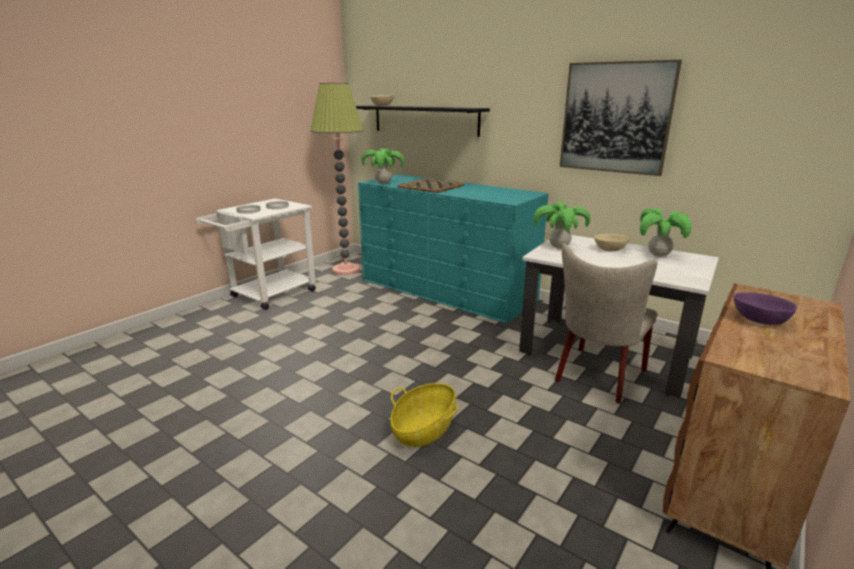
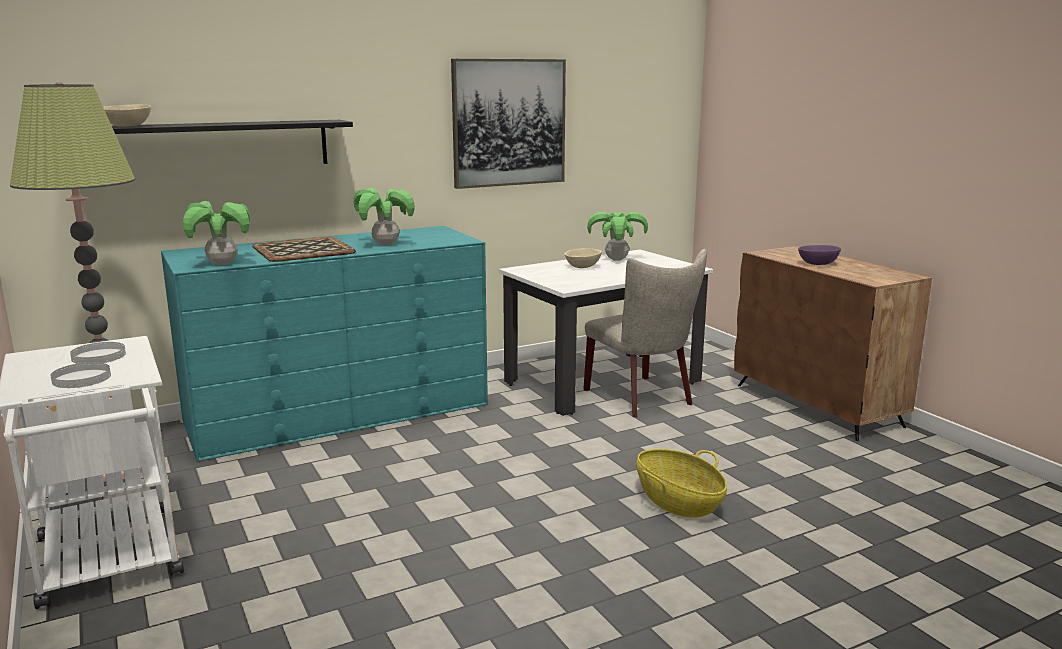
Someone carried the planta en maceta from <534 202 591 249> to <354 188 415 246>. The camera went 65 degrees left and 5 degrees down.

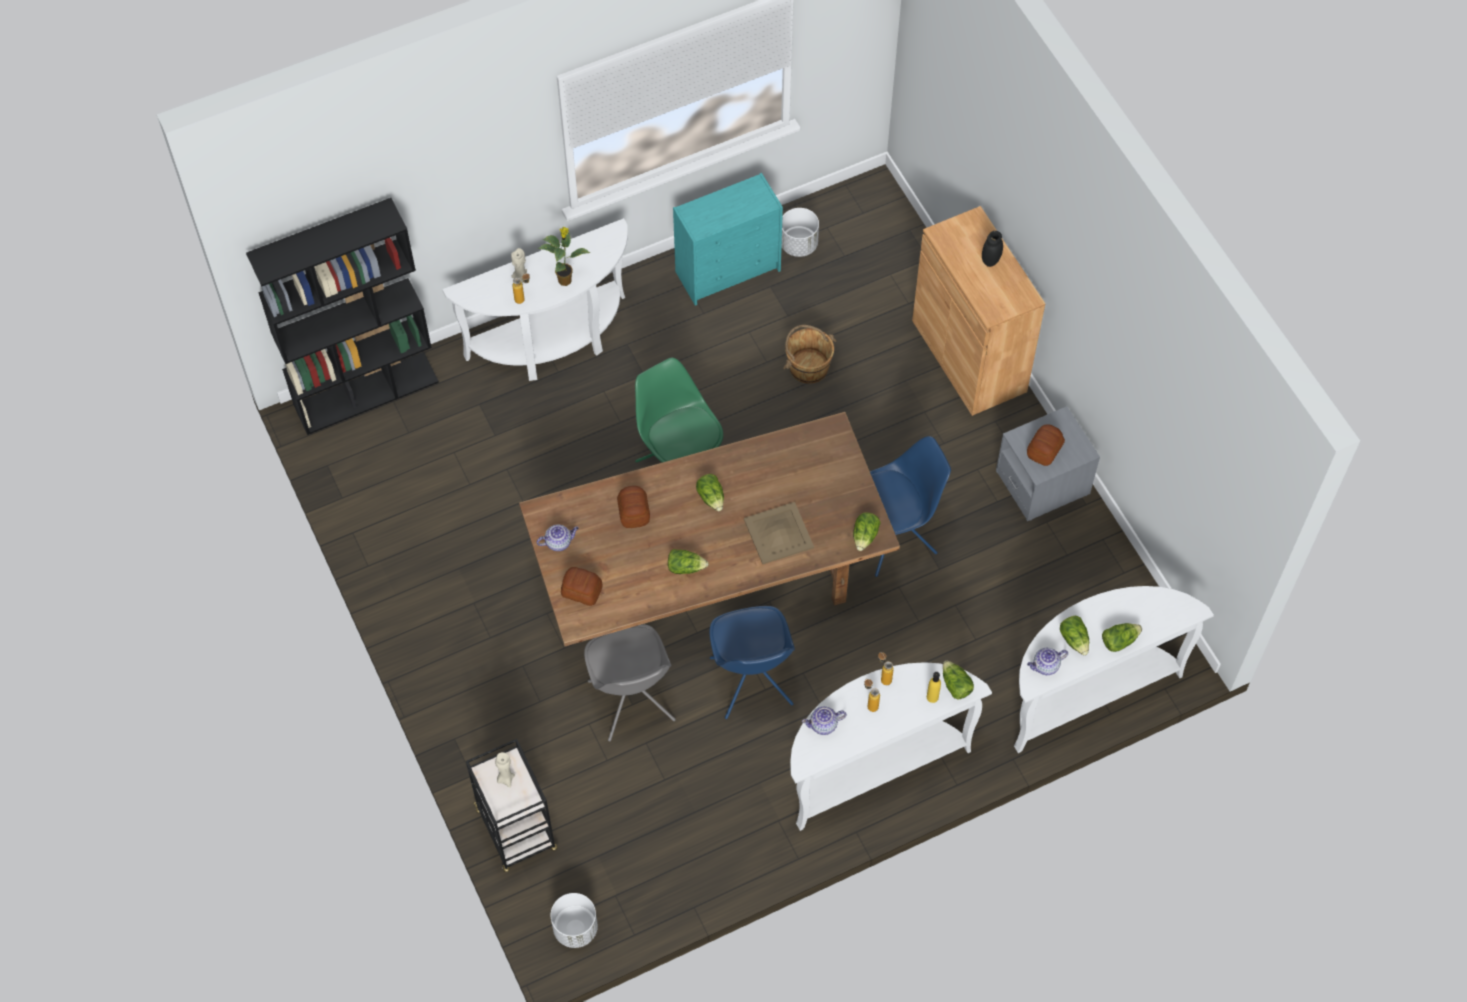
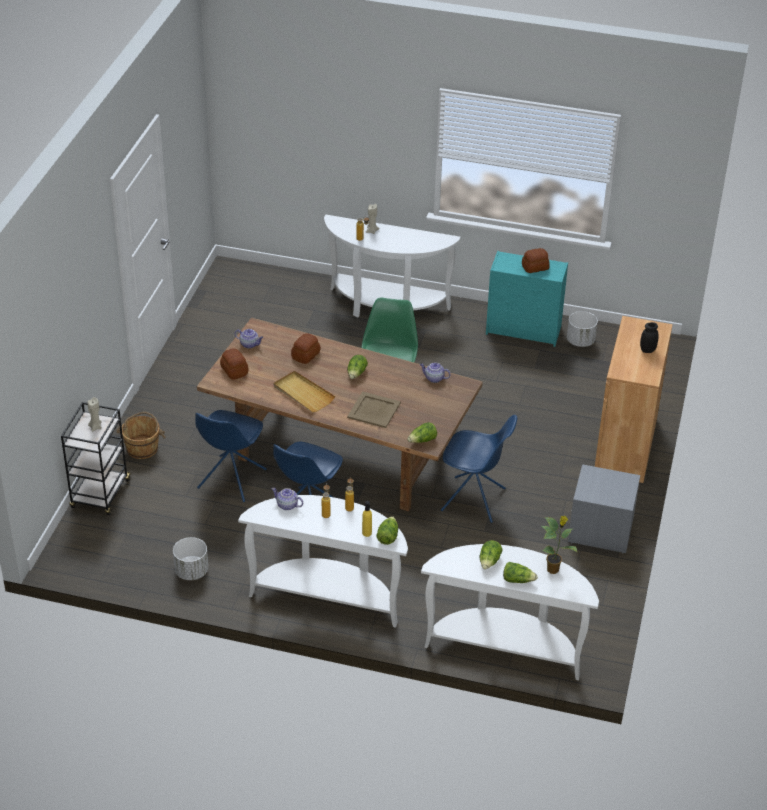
Someone took away the estantería (negro) at <246 198 439 435>. Someone carried the planta en maceta from <538 227 590 286> to <541 516 577 574>. Someone carried the maceta (blanco) from <550 893 598 948> to <173 537 208 580>. Someone repainted the silla (gris) at <584 624 676 741>, which became the silla (azul) at <195 410 267 502>. Someone swapped the lechuga at <668 549 709 574> for the bandeja (beis) at <273 371 335 412>. Someone carried the cubo (marrón) from <783 325 837 384> to <116 412 166 459>. Someone carried the pan from <1027 424 1065 466> to <522 248 550 273>. Someone carried the tetera from <1027 648 1068 675> to <420 363 451 383>. The camera went 40 degrees right and 20 degrees down.

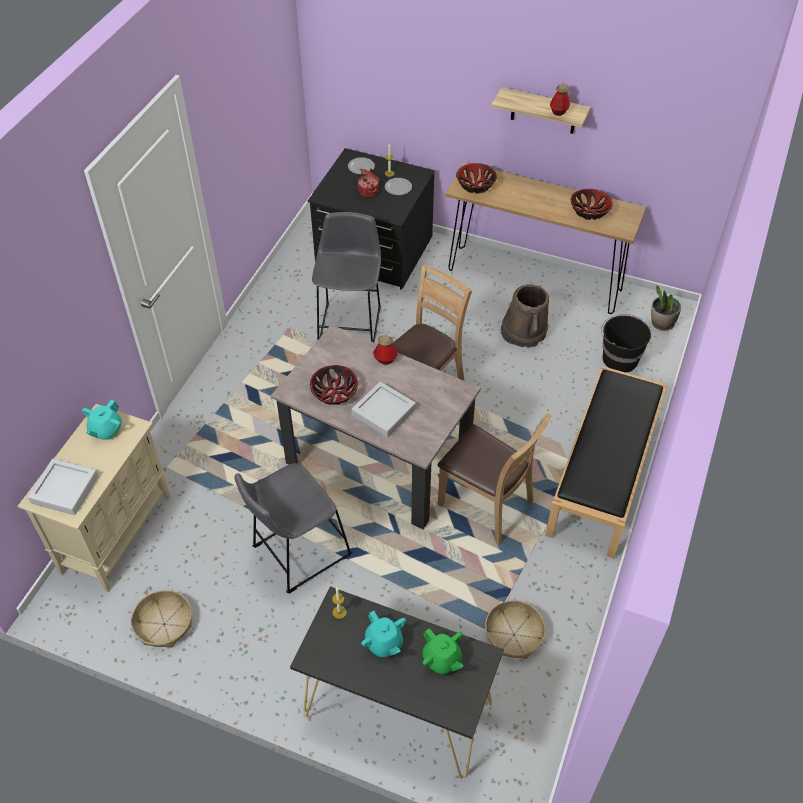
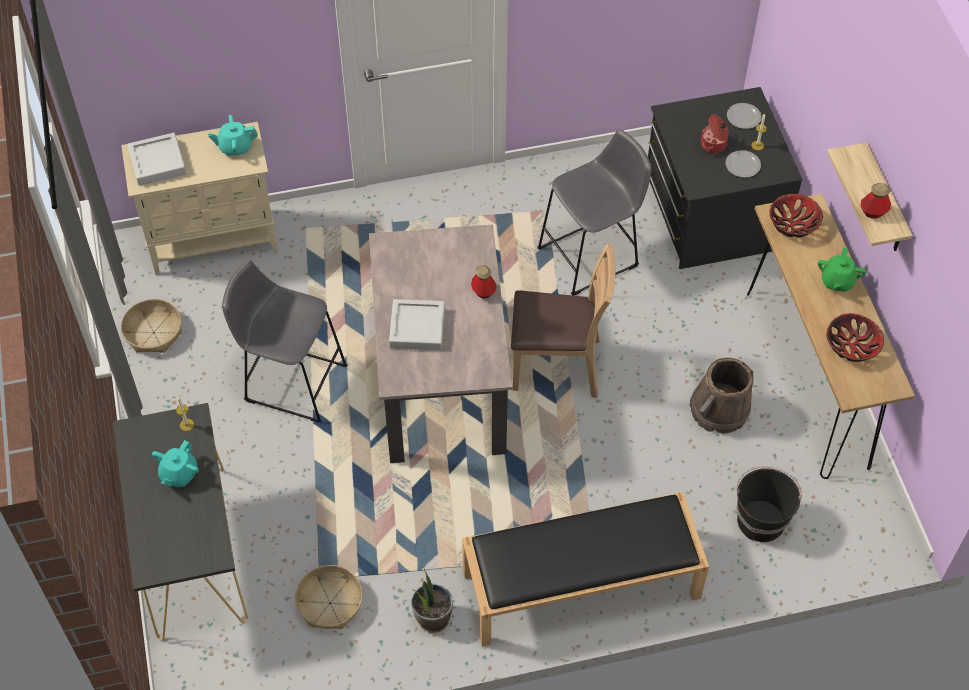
Someone took away the cuenco at <310 365 358 405>. Someone carried the tetera (verde) from <422 628 464 674> to <818 247 867 292>. Someone took away the silla (marrón) at <438 413 552 545>. Someone carried the planta en maceta from <651 285 681 331> to <411 568 453 633>. The camera went 55 degrees right and 5 degrees up.

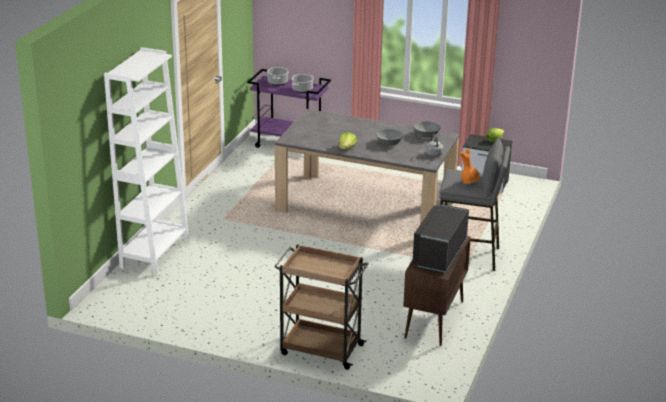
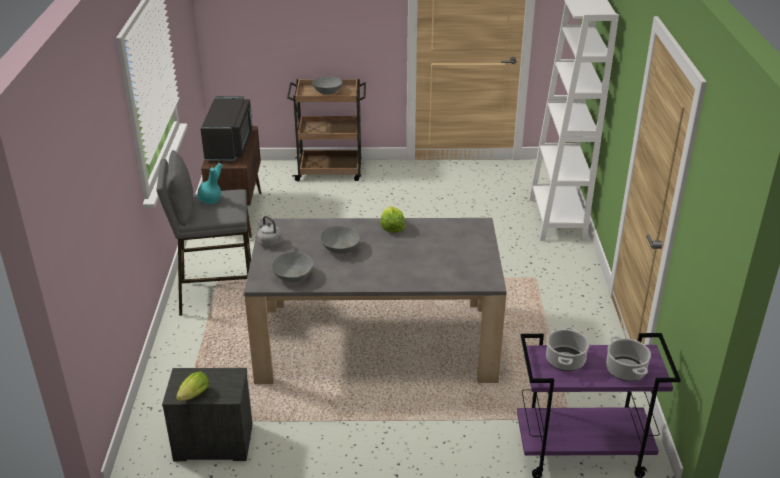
Someone repainted the florero (naranja) at <459 149 480 184>, which became the florero (turquesa) at <197 163 223 204>. Someone put down the cuenco (gris) at <312 77 343 94>. The camera went 160 degrees right and 5 degrees up.

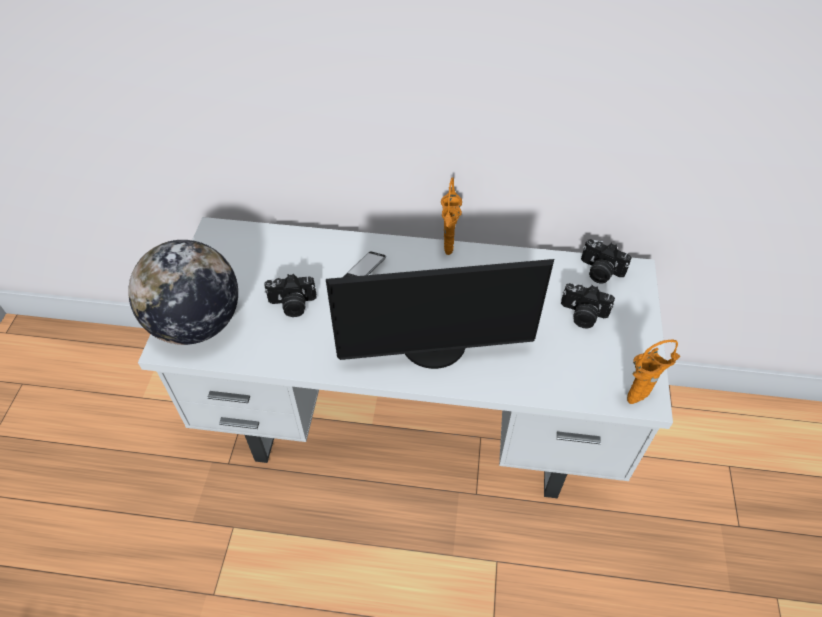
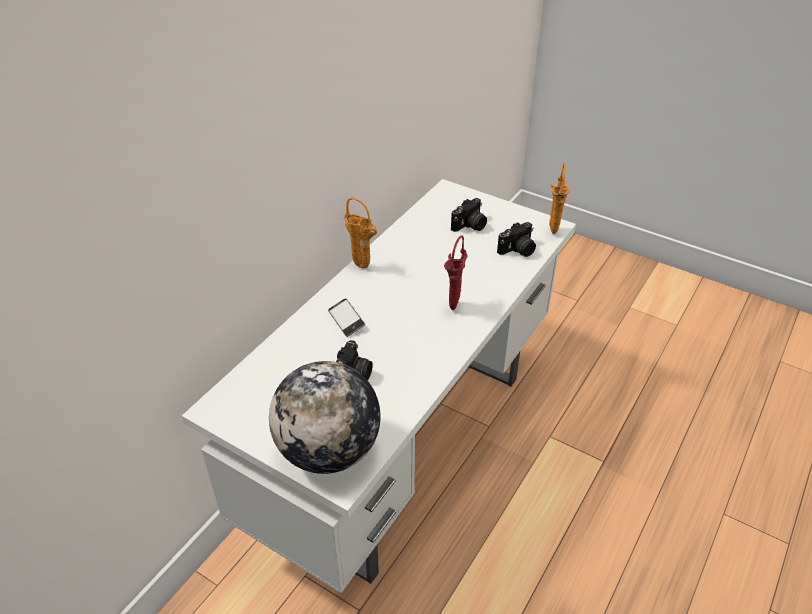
Someone swapped the monitor at <326 259 554 369> for the florero (rojo) at <444 236 468 310>. Someone carried the cámara from <581 239 632 284> to <497 222 536 257>. The camera went 65 degrees left and 10 degrees down.

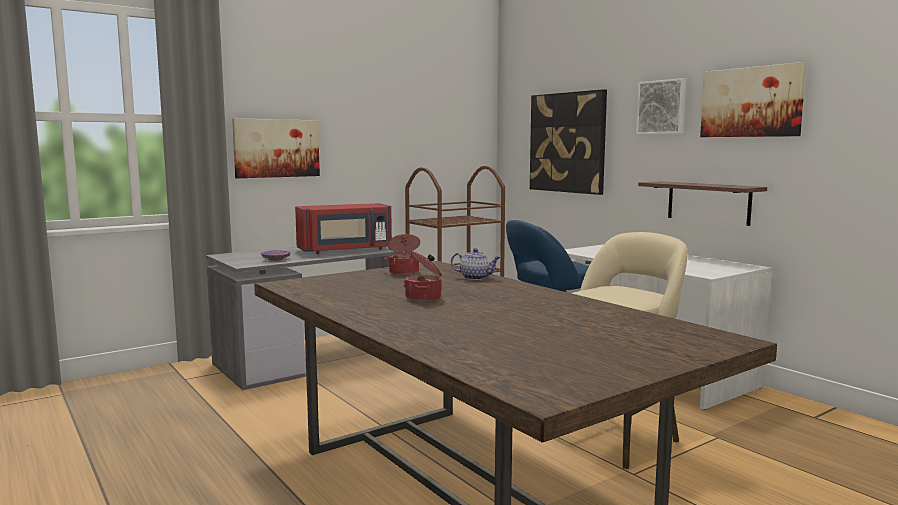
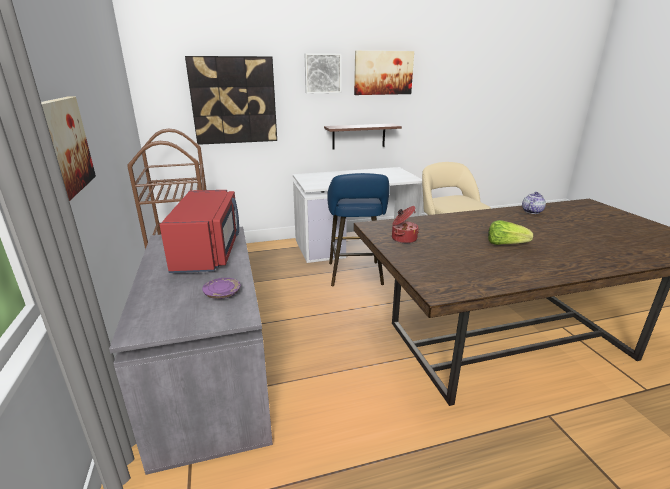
Someone swapped the olla at <404 251 442 302> for the lechuga at <488 220 533 245>. Someone carried the tetera from <451 248 500 280> to <522 192 546 214>. The camera went 70 degrees left and 15 degrees up.

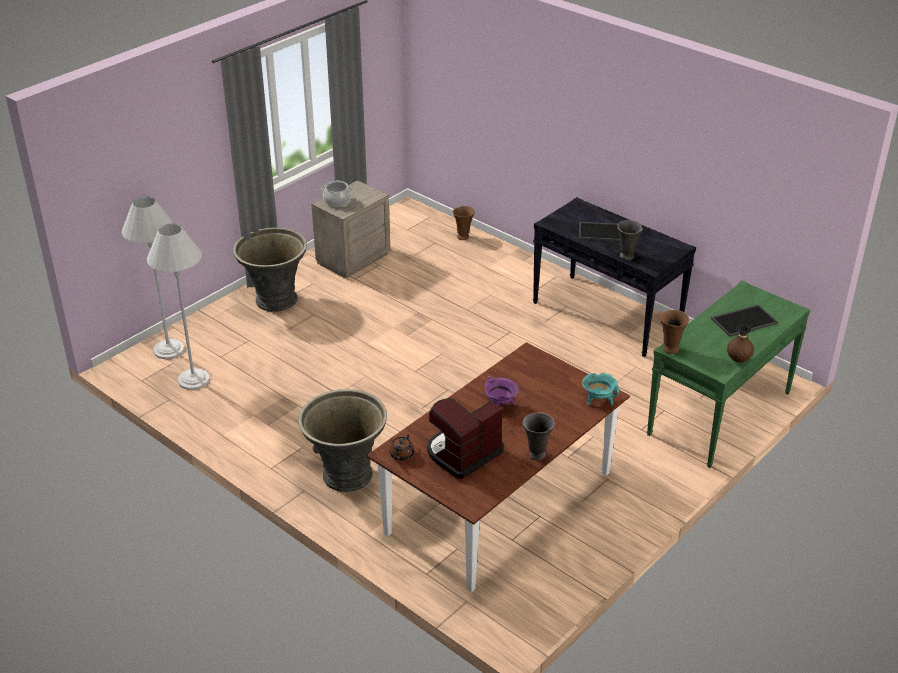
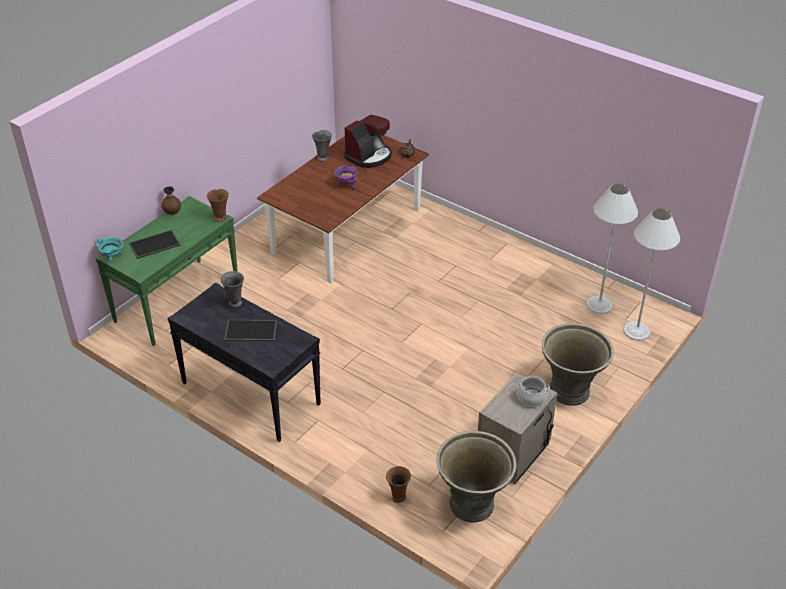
Someone carried the maceta (gris) from <298 389 387 492> to <437 431 517 522>. Someone carried the olla (turquesa) from <582 373 620 406> to <96 237 123 261>. The camera went 175 degrees right and 5 degrees up.

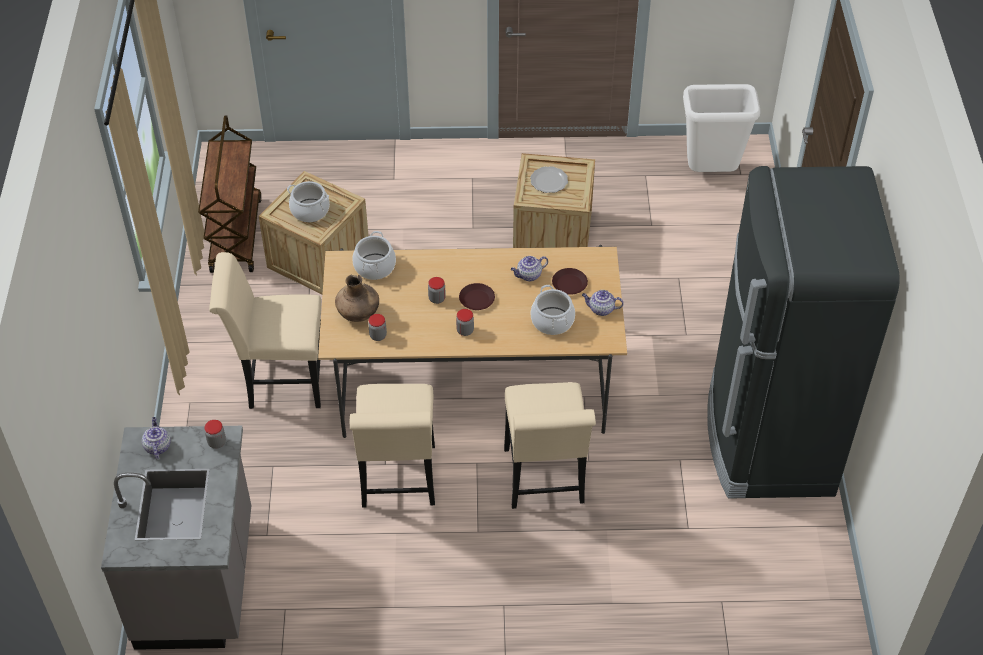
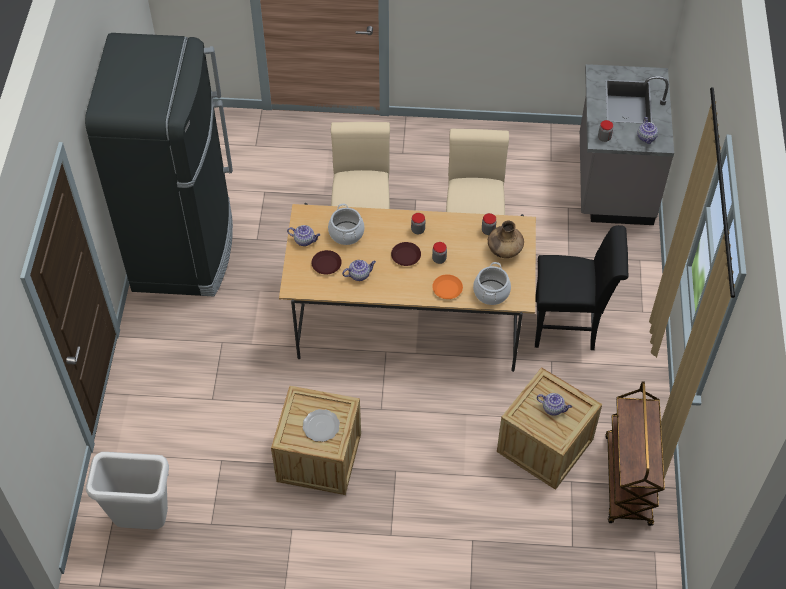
Someone repainted the silla (beis) at <209 252 321 409>, which became the silla (negro) at <535 225 628 350>. Someone swapped the olla at <287 181 330 222> for the tetera at <537 393 572 416>. Someone put down the plato (naranja) at <432 274 463 299>. The camera went 175 degrees left and 5 degrees up.

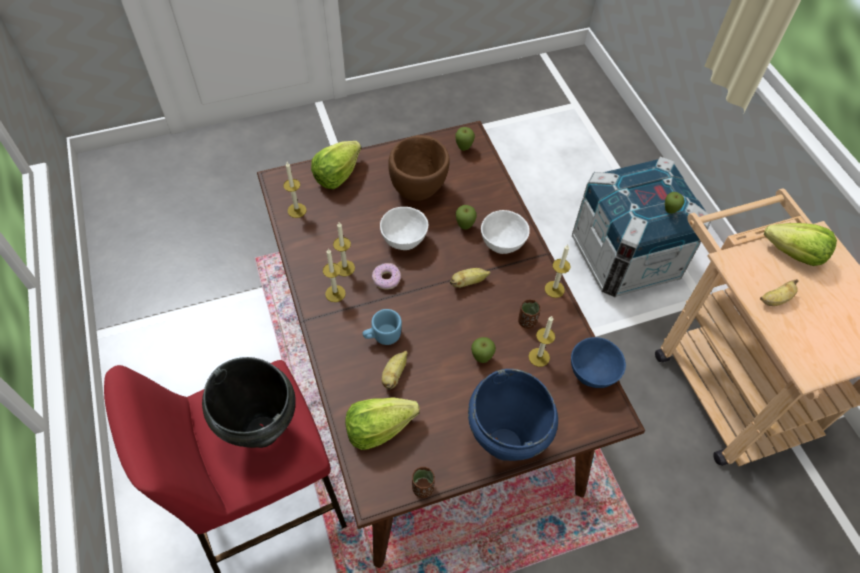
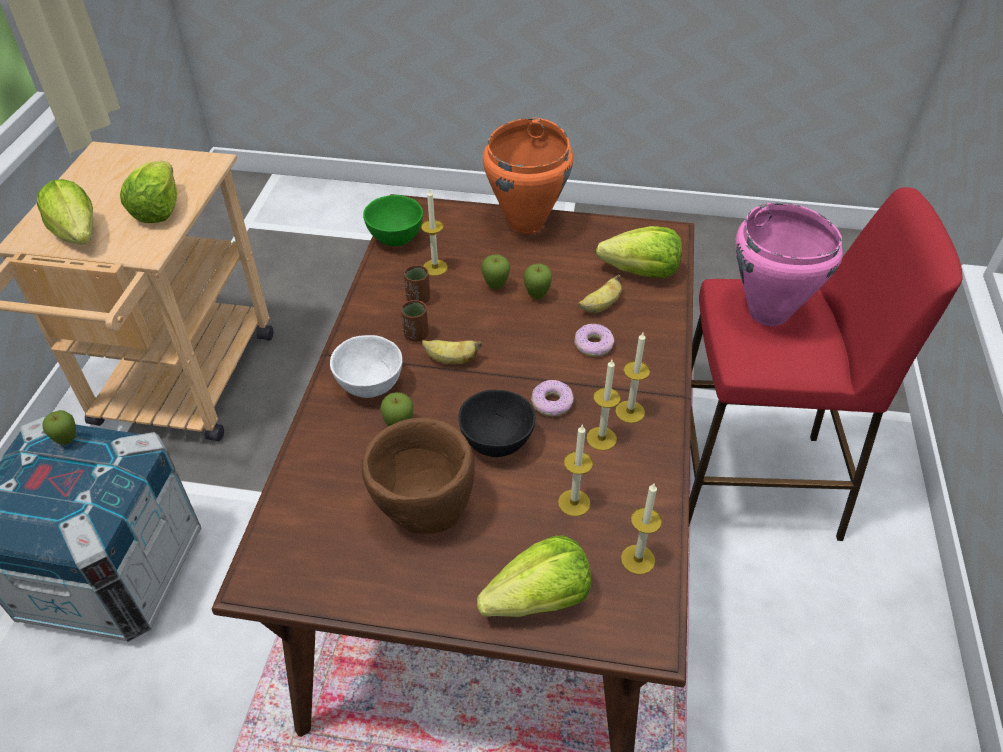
Someone repainted the olla (negro) at <202 357 296 448>, which became the olla (rosa) at <735 202 843 326>. Someone swapped the taza grande (azul) at <362 309 402 345> for the rosquilla at <574 324 614 357>. Someone repainted the cuenco (blanco) at <380 207 428 250>, which became the cuenco (negro) at <458 390 536 457>. Someone carried the taza (marrón) from <412 467 435 498> to <401 300 428 342>. Someone carried the manzana from <455 127 475 151> to <523 264 552 300>. Someone repainted the olla (azul) at <468 369 558 461>, which became the olla (naranja) at <483 118 573 234>. Someone carried the vela from <545 245 570 298> to <558 424 593 517>. Someone repainted the cuenco (azul) at <571 337 626 388>, which became the cuenco (verde) at <363 195 423 246>. Someone swapped the plátano at <760 279 799 306> for the lechuga at <120 161 177 223>. The camera went 150 degrees left and 10 degrees down.

